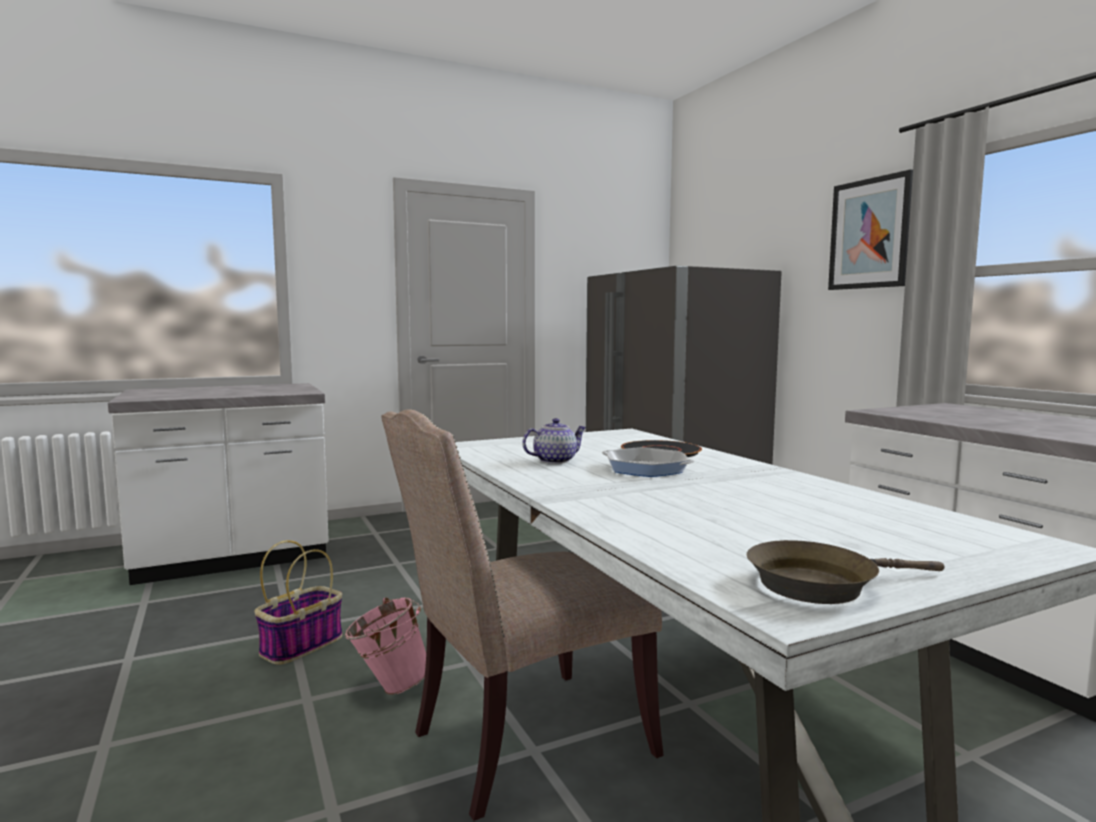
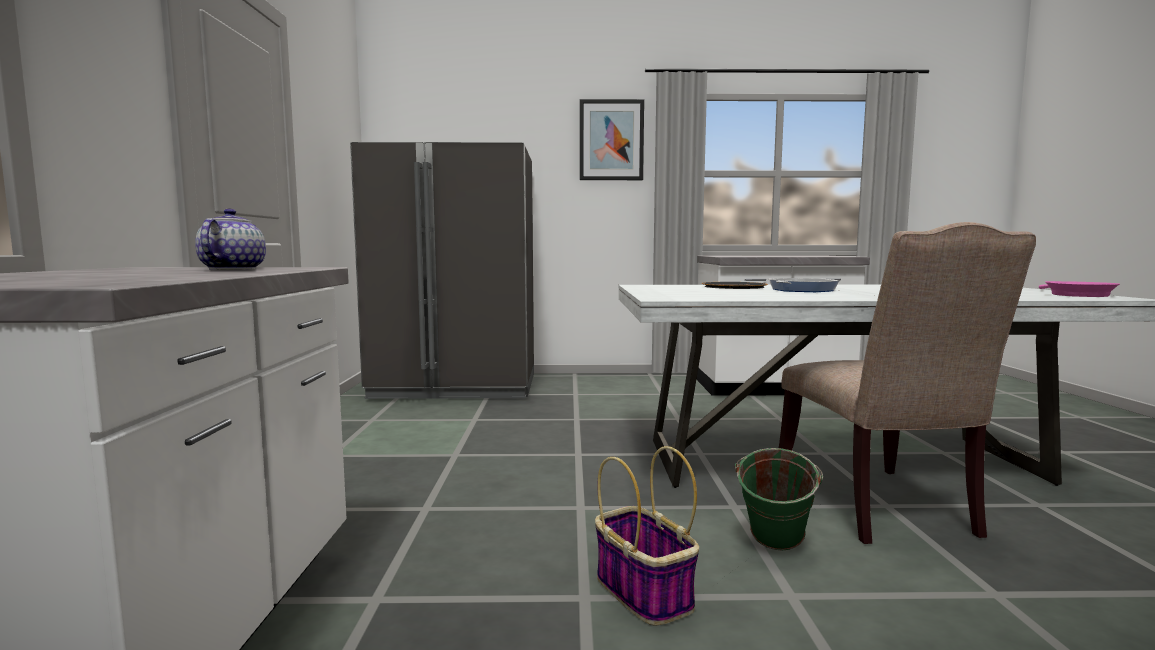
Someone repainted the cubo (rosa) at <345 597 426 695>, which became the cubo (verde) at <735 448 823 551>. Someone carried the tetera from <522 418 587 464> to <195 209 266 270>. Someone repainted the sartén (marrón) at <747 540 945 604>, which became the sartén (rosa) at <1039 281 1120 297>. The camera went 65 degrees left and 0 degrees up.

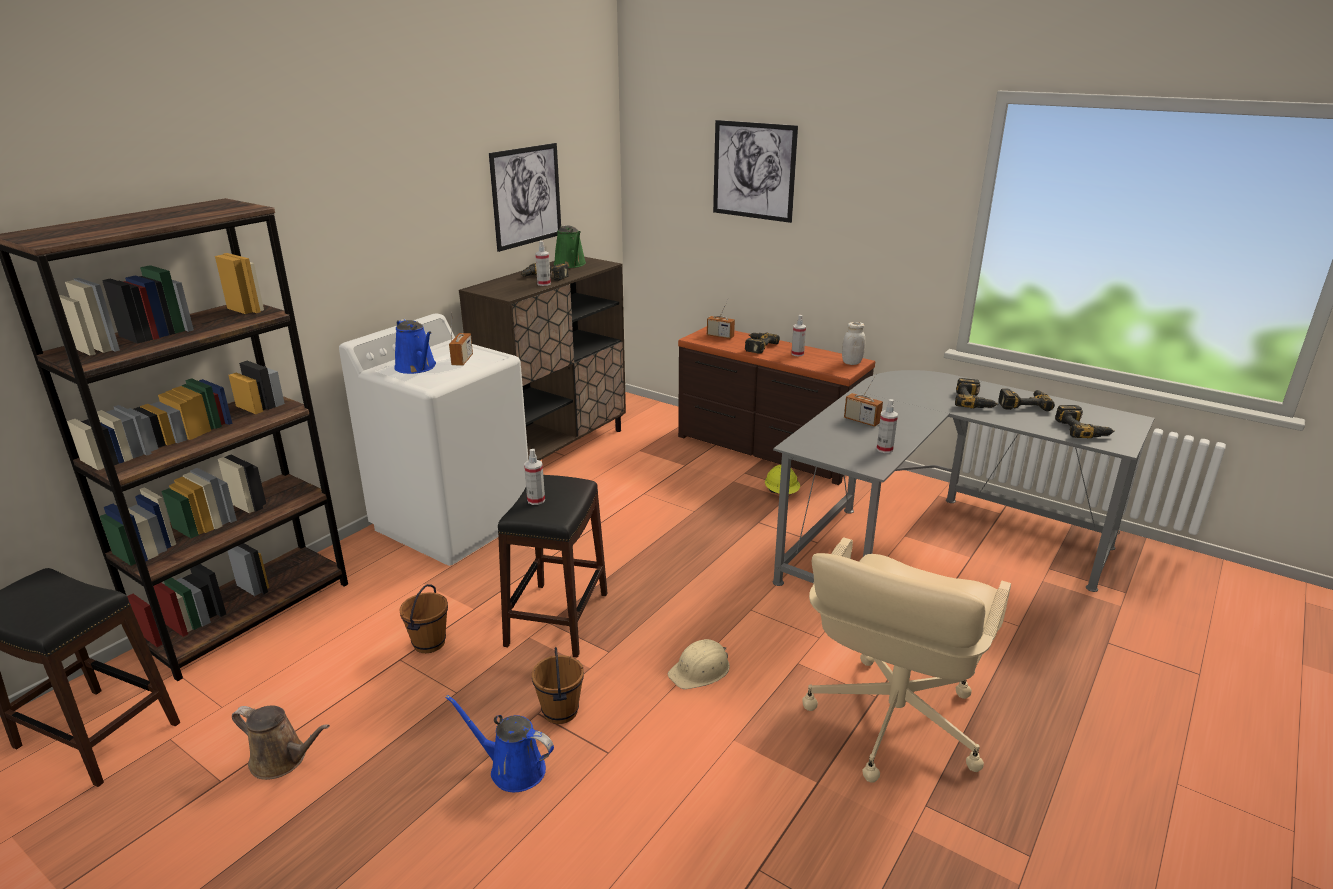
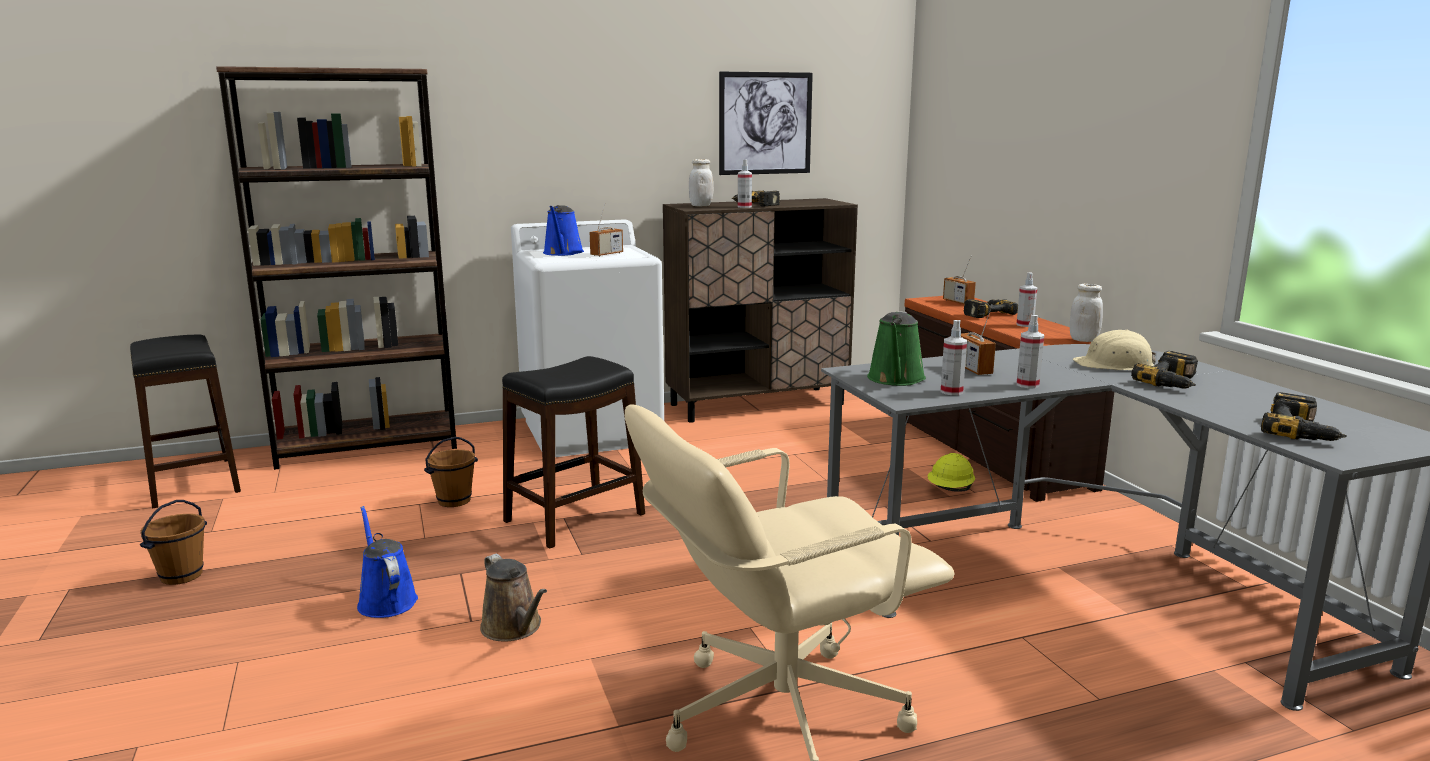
Someone carried the regadera (marrón) from <232 706 330 780> to <480 554 547 642>. Someone carried the pulverizador from <524 449 545 505> to <1016 315 1044 388>. Someone carried the cubo (marrón) from <531 647 584 724> to <140 500 207 585>. Someone carried the regadera (verde) from <554 225 586 268> to <867 311 926 386>. Someone carried the casco (beis) from <668 639 730 689> to <1073 330 1156 370>. Someone took away the cuadro at <713 120 798 223>. Someone took away the taladro at <998 388 1055 411>. Someone put down the tarro (blanco) at <689 159 713 206>. The camera went 35 degrees right and 10 degrees down.

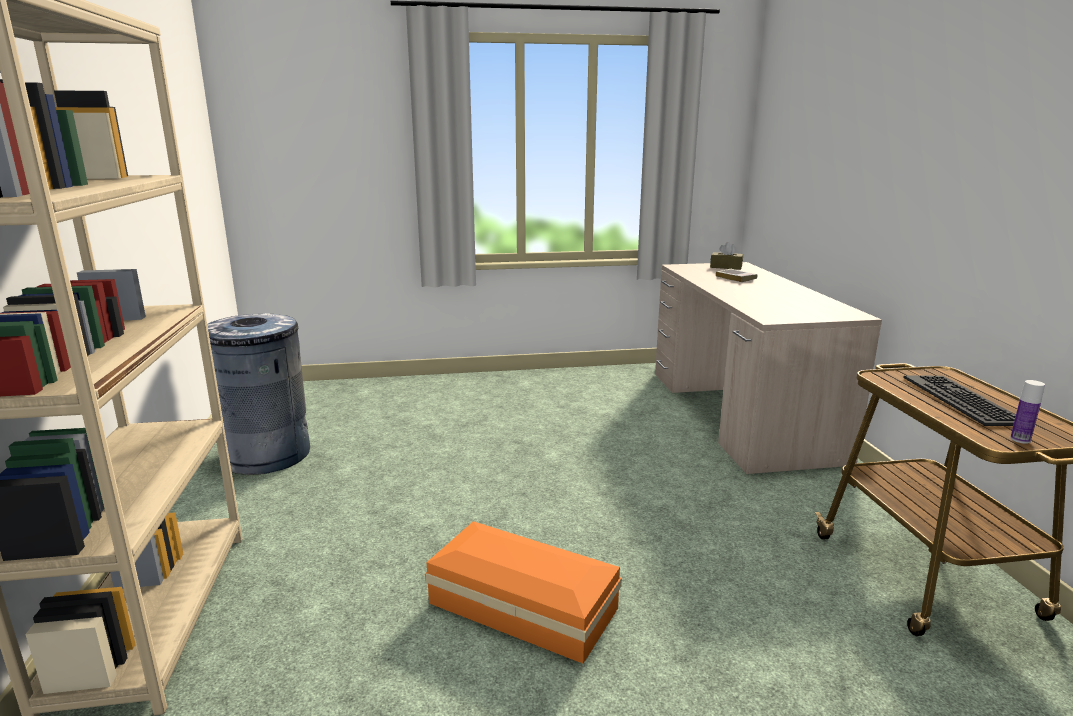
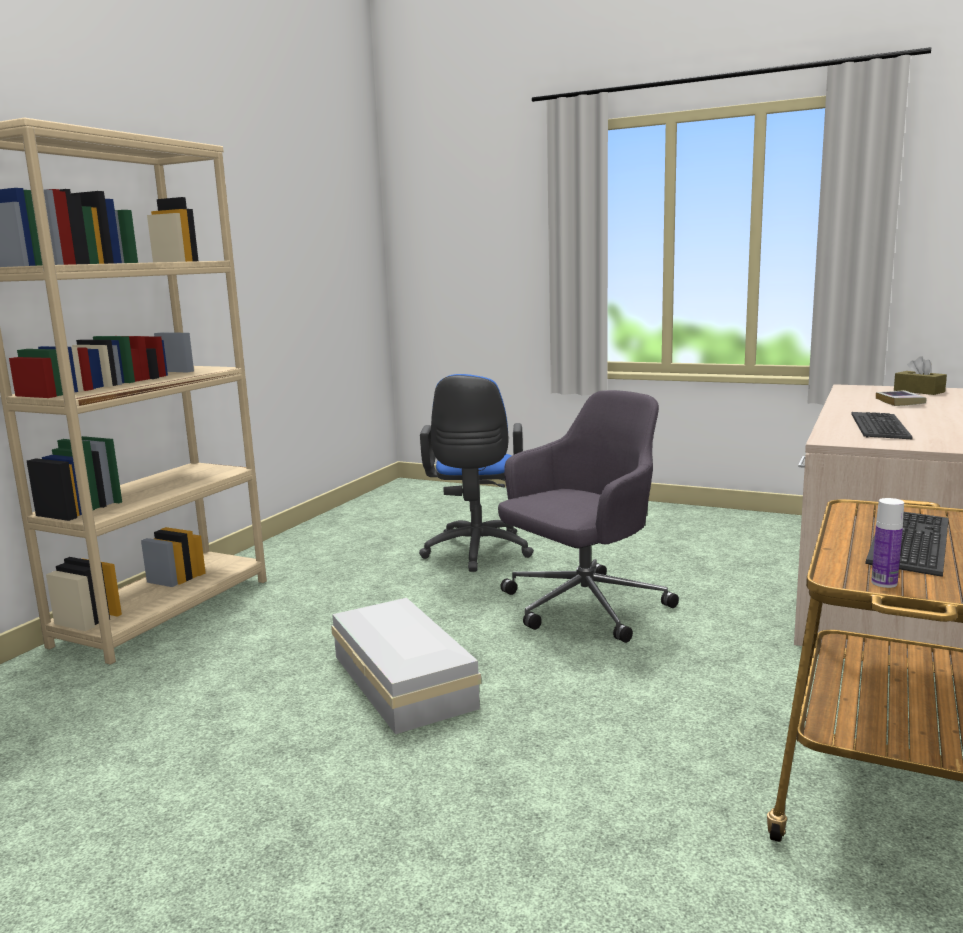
Someone took away the papelera (gris) at <207 313 310 475>. Someone repainted the caja de almacenaje (naranja) at <425 521 622 664>, which became the caja de almacenaje (blanco) at <331 598 481 734>. Someone put down the silla de oficina (azul) at <419 374 534 572>. Someone put down the silla de oficina (gris) at <498 390 679 643>. Someone put down the teclado at <851 412 913 439>. The camera went 35 degrees right and 5 degrees down.

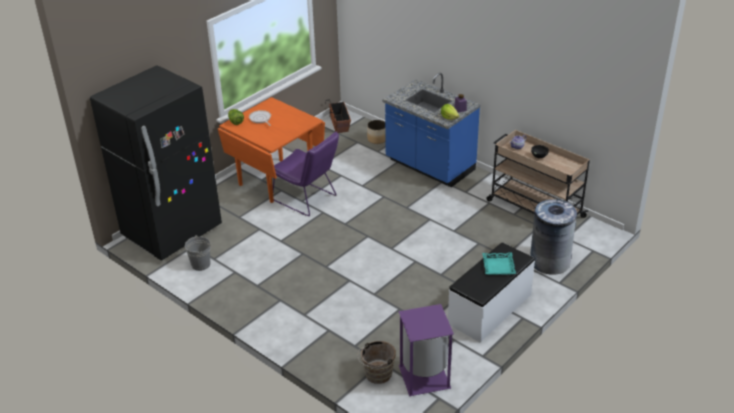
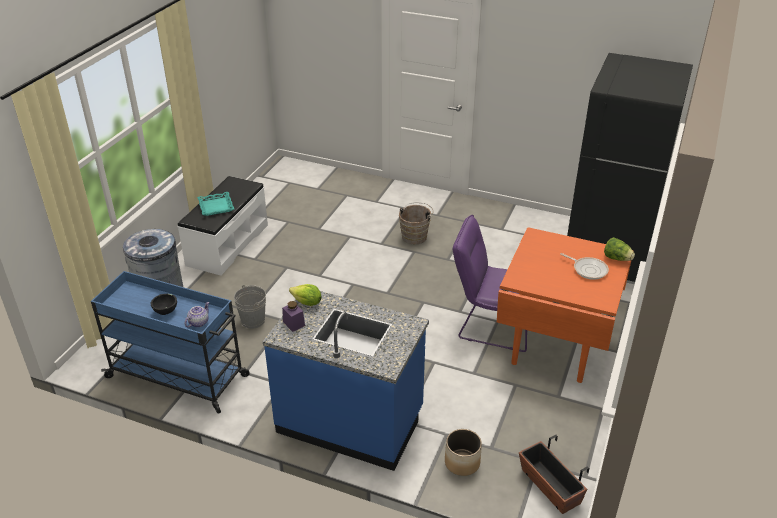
Someone carried the cubo (gris) from <185 235 211 271> to <234 285 266 329>. Someone carried the cubo (marrón) from <357 341 396 384> to <399 202 433 245>. Someone took away the papelera (morado) at <398 304 454 396>. Someone repainted the carrito (beis) at <487 130 590 218>, which became the carrito (azul) at <91 271 250 414>. The camera went 160 degrees right and 0 degrees up.

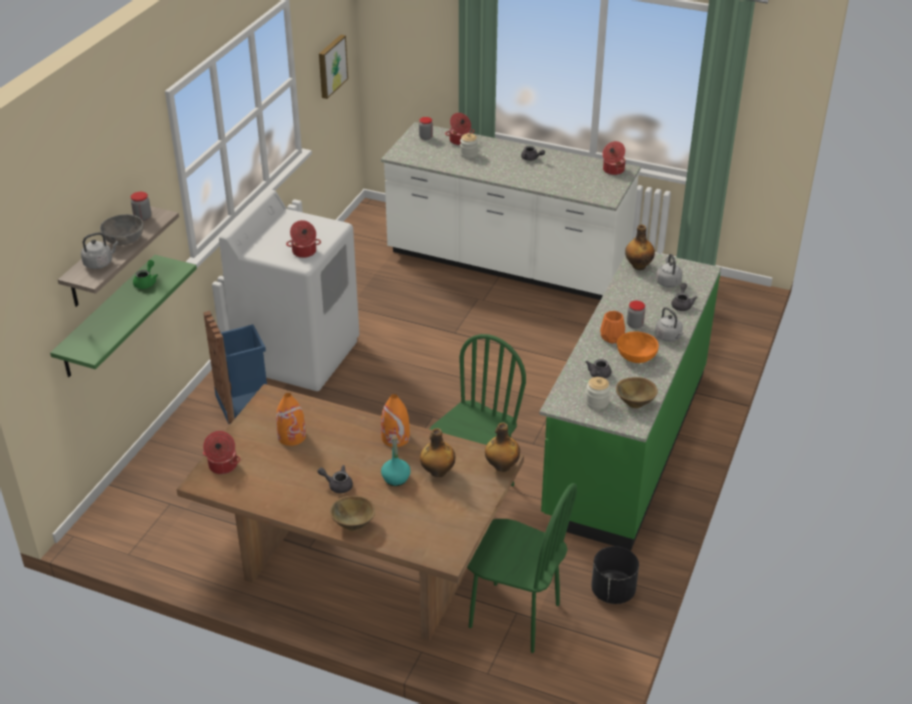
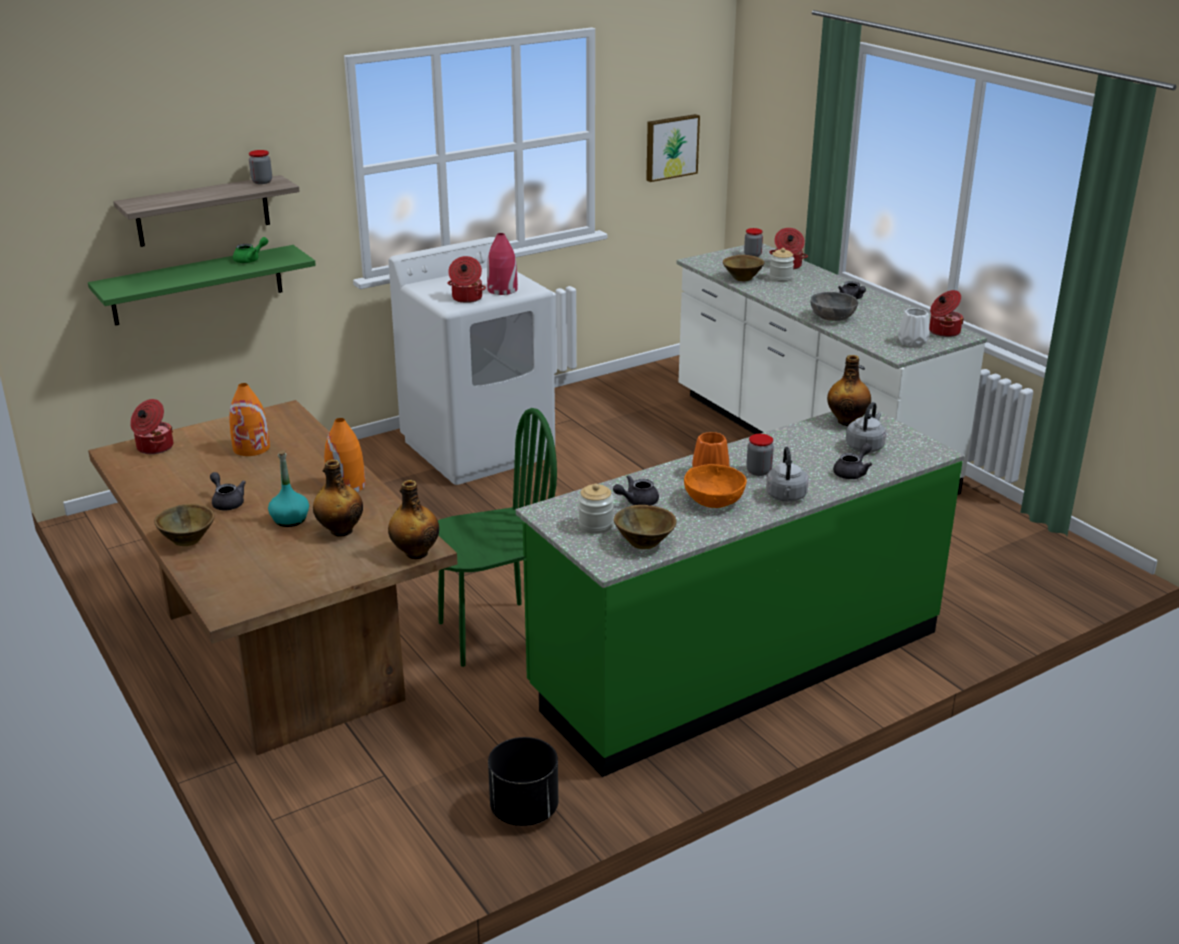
Someone took away the hervidor (gris) at <81 232 118 269>. Someone carried the cuenco (gris) from <100 214 144 245> to <810 292 858 321>. Someone took away the papelera (azul) at <203 311 267 424>. Someone took away the silla (verde) at <467 483 577 653>. Someone put down the florero (rojo) at <487 233 518 295>. Someone put down the cuenco (marrón) at <723 255 764 281>. Someone put down the florero (blanco) at <898 308 929 347>. The camera went 35 degrees right and 10 degrees down.

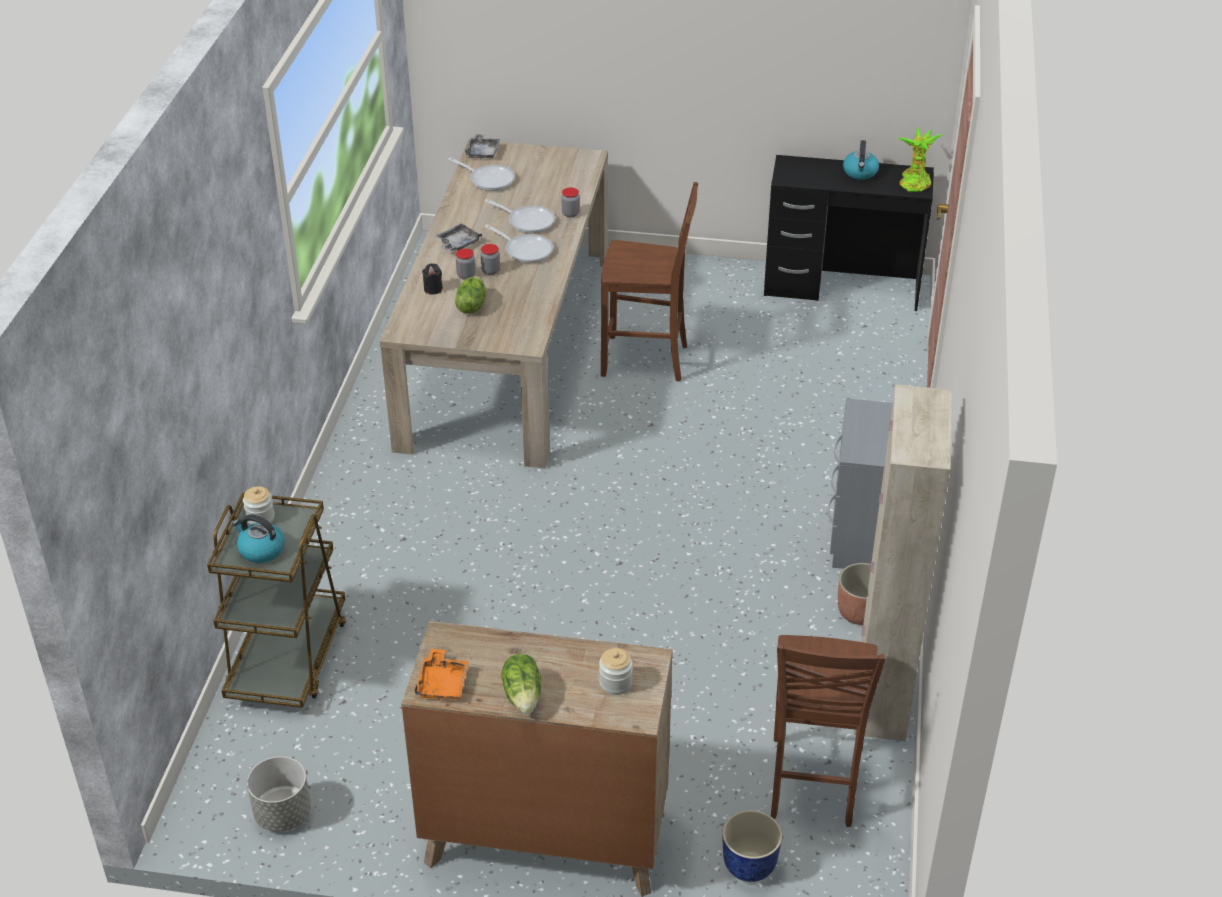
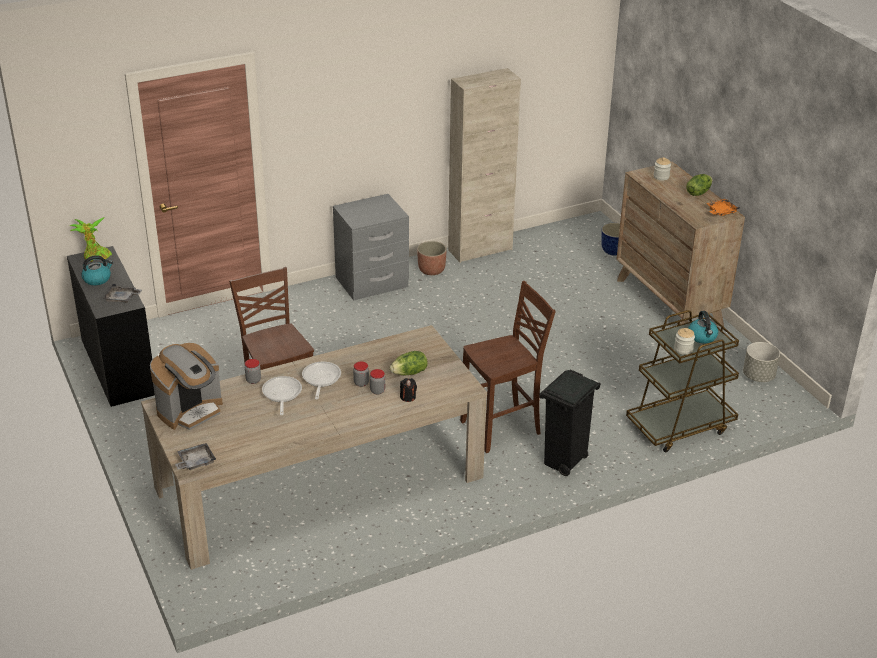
Someone carried the bandeja (gris) from <436 223 482 251> to <103 284 142 303>. Someone took away the sartén at <448 158 515 191>. Someone carried the silla (marrón) from <771 635 886 827> to <460 281 556 453>. Someone put down the cafetera at <150 343 223 430>. Someone put down the papelera (negro) at <539 369 601 476>. The camera went 125 degrees left and 5 degrees down.

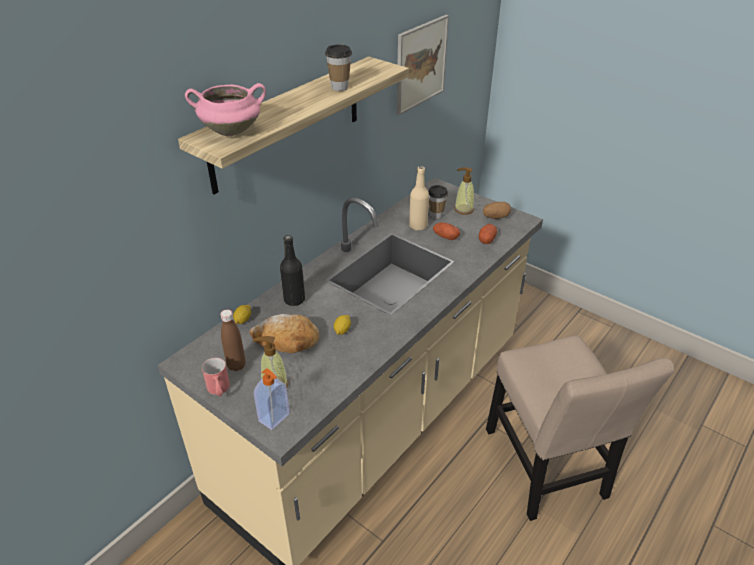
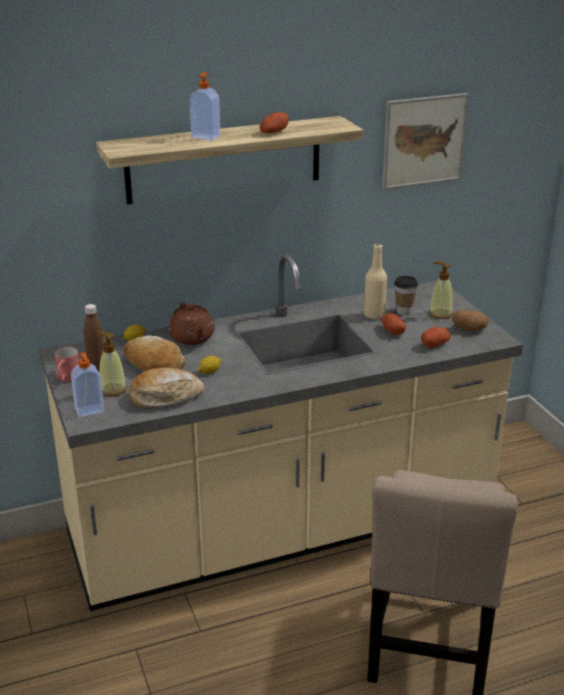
Someone took away the olla (rosa) at <185 83 266 136>. Someone swapped the botella (negro) at <280 235 305 306> for the tetera (marrón) at <168 303 215 345>. Someone swapped the taza at <325 44 352 91> for the patata at <260 112 289 133>. Someone put down the pan at <129 367 204 408>. Someone put down the dispensador de jabón at <190 73 221 141>. The camera went 30 degrees right and 10 degrees down.

